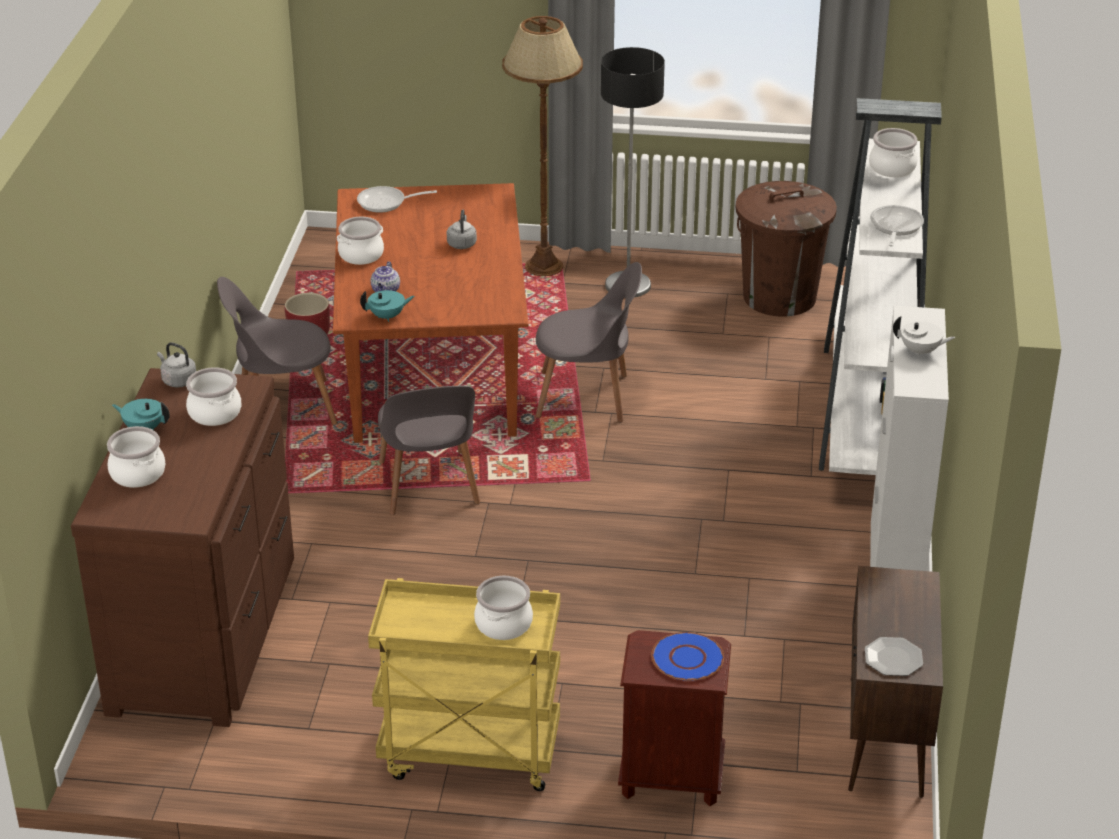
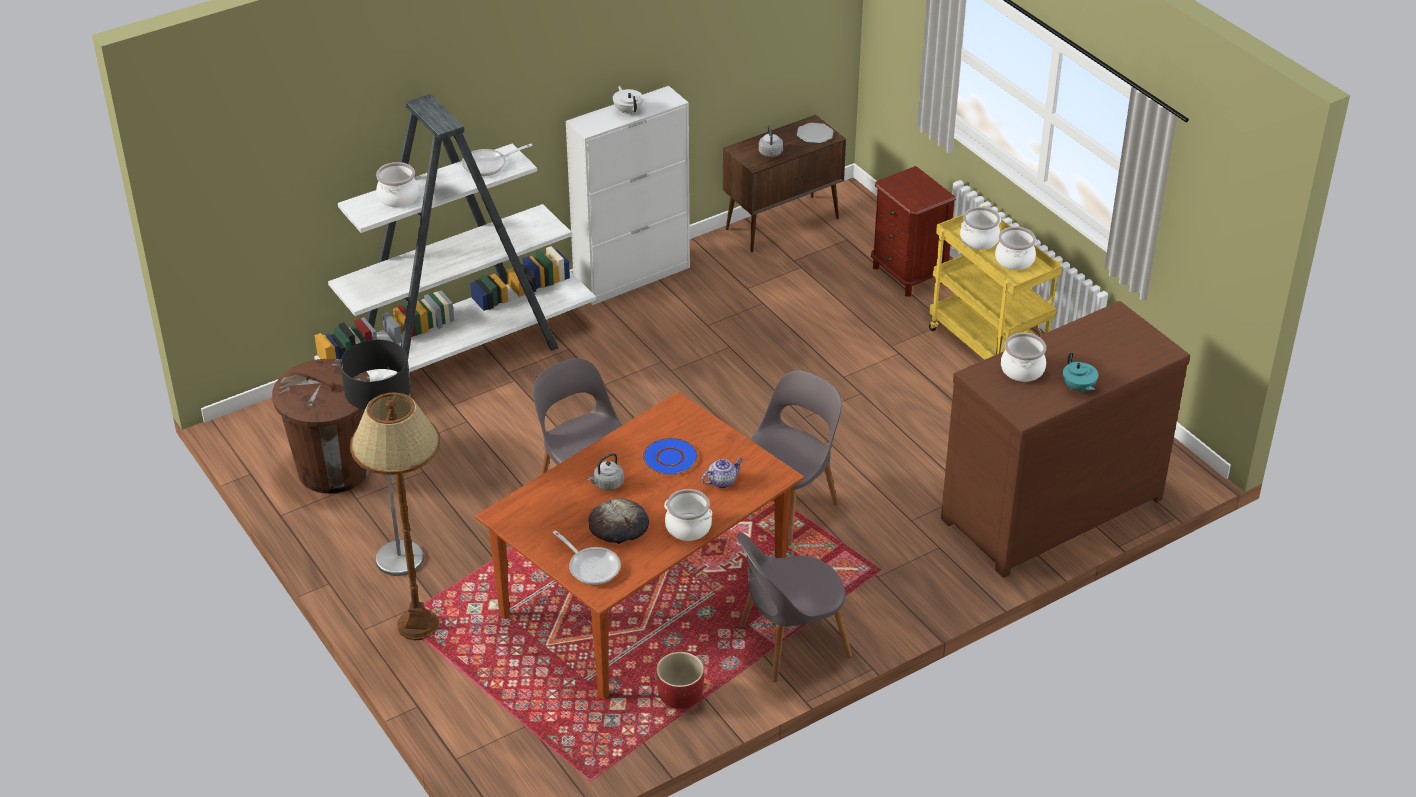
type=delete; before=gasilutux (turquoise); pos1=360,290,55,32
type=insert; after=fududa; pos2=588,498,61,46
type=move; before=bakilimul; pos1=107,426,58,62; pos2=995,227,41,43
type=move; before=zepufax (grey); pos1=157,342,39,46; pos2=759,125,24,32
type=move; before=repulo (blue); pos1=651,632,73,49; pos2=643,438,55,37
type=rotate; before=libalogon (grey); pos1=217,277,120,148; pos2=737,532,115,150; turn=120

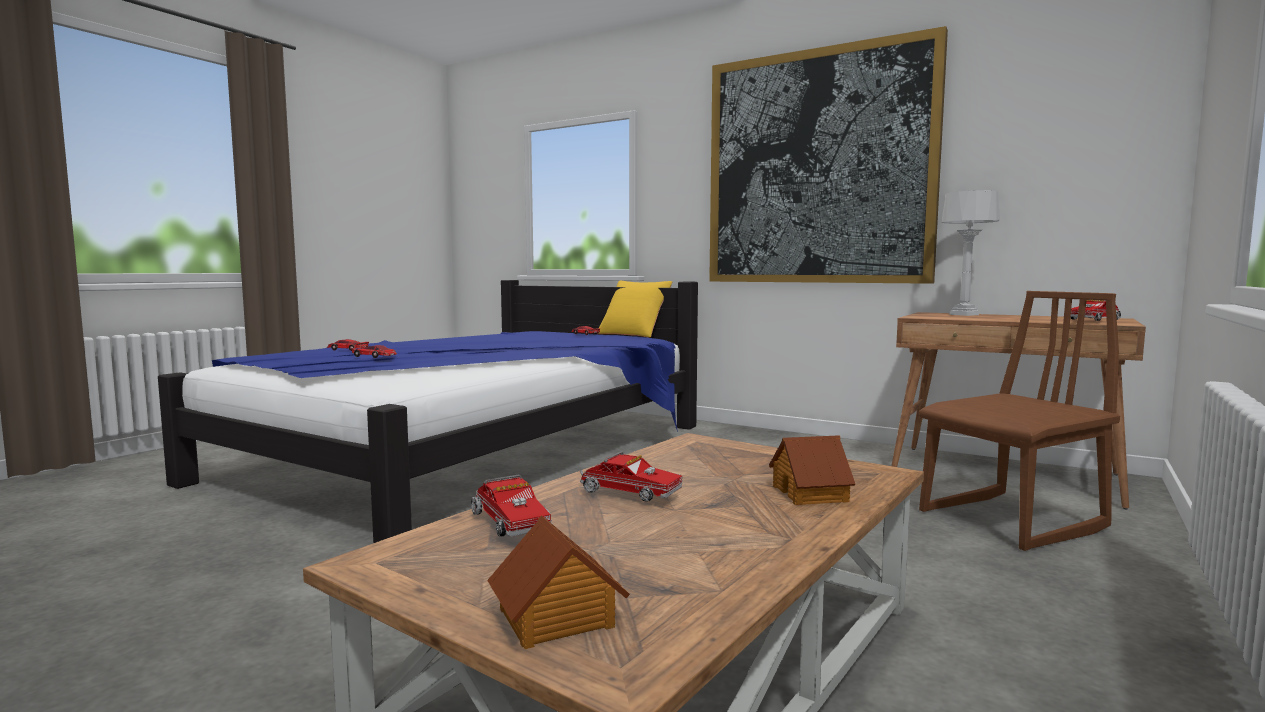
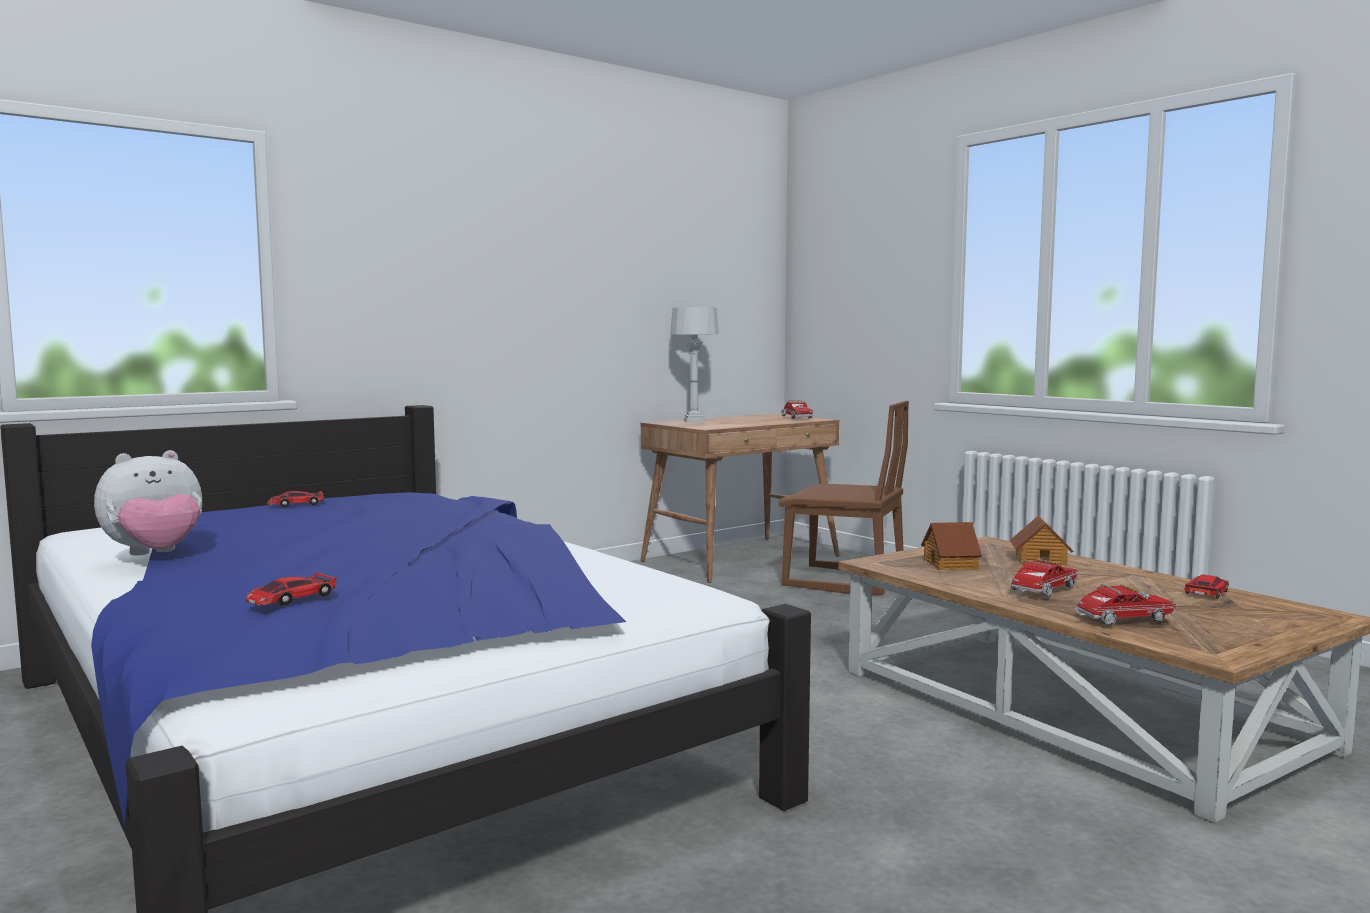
type=delete; before=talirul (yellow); pos1=598,281,74,57
type=delete; before=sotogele; pos1=709,26,239,258
type=insert; after=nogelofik; pos2=94,450,108,106
type=move; before=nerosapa; pos1=351,345,46,13; pos2=1184,574,45,25
type=move; before=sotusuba; pos1=487,515,143,134; pos2=921,522,61,48
type=rotate; before=libalogon (brown); pos1=919,291,201,260; pos2=778,401,131,194; turn=120

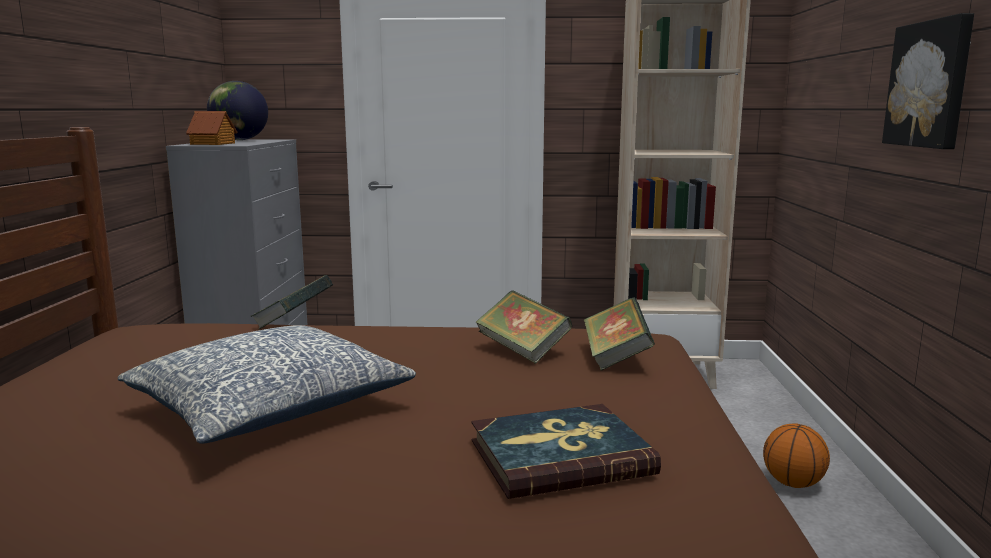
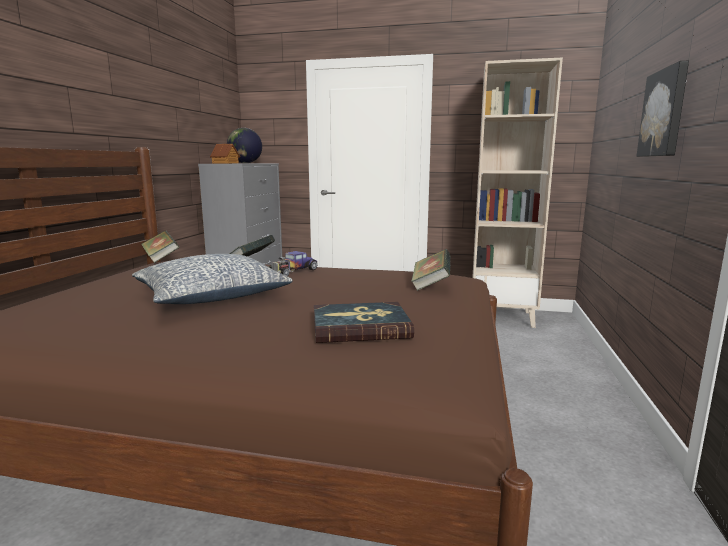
type=delete; before=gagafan; pos1=763,423,67,65
type=insert; after=nerosapa; pos2=269,251,48,25
type=move; before=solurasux; pos1=475,291,97,73; pos2=141,231,38,32

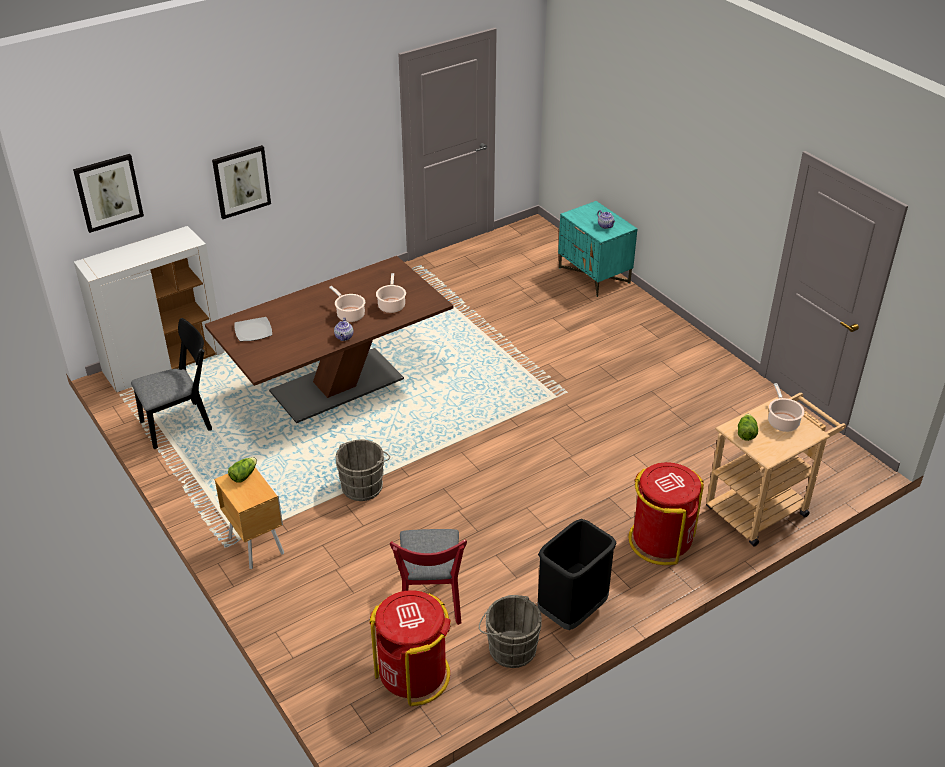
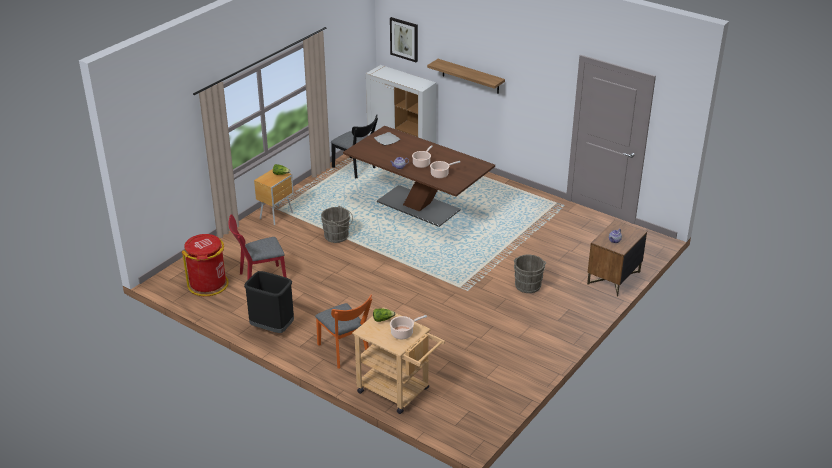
type=move; before=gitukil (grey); pos1=479,595,63,73; pos2=514,255,32,38
type=replace; before=sotogele; after=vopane; pos1=212,145,59,74; pos2=427,59,78,35
type=replace; before=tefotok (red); after=libalogon (orange); pos1=629,462,75,103; pos2=315,294,57,75
type=recolor; before=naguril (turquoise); after=naguril (brown); pos1=558,201,80,96; pos2=587,220,60,76

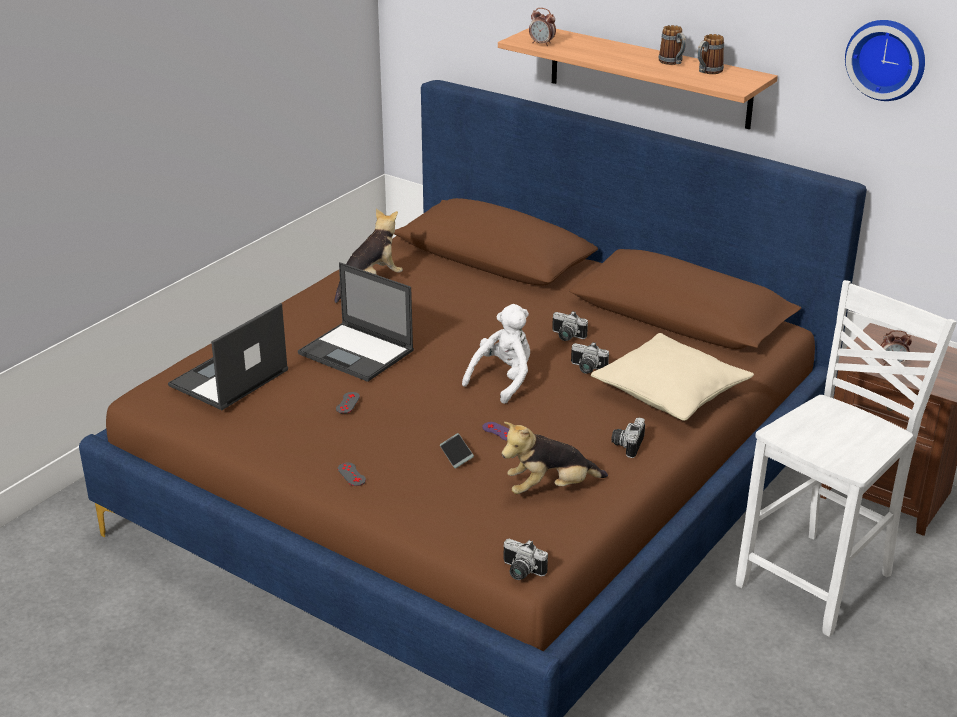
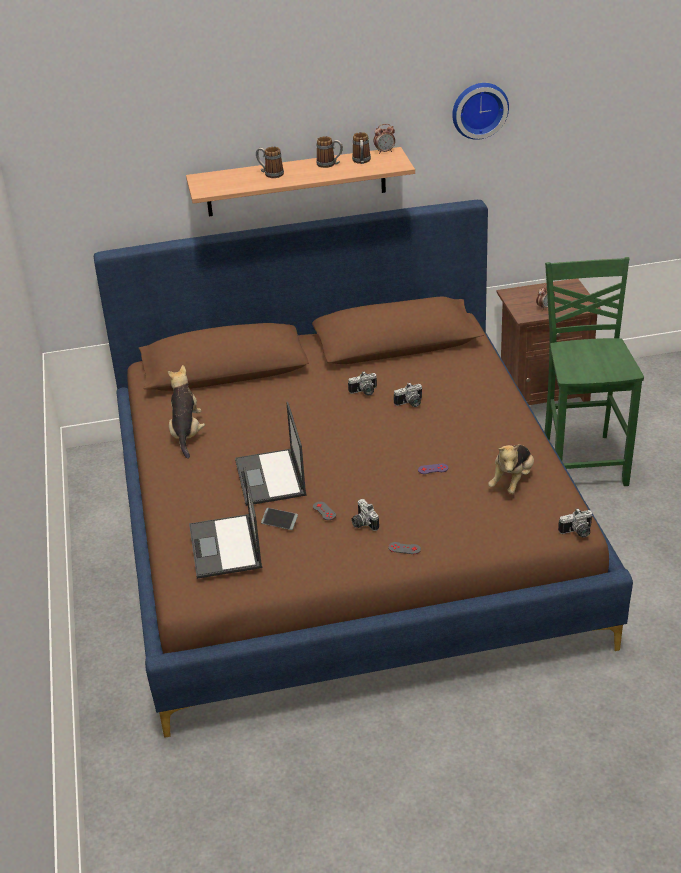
type=delete; before=nogelofik (white); pos1=462,304,68,100
type=delete; before=talirul (beige); pos1=591,333,163,88
type=insert; after=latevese; pos2=256,146,28,32
type=move; before=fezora; pos1=440,433,34,35; pos2=261,508,37,22
type=move; before=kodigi; pos1=529,8,27,38; pos2=374,124,21,30
type=move; before=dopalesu; pos1=611,417,34,41; pos2=351,499,28,32
type=recolor; before=libalogon (white); after=libalogon (green); pos1=736,280,221,357; pos2=545,257,99,229
type=rotate; before=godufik; pos1=298,262,116,120; pos2=235,402,72,104; turn=90

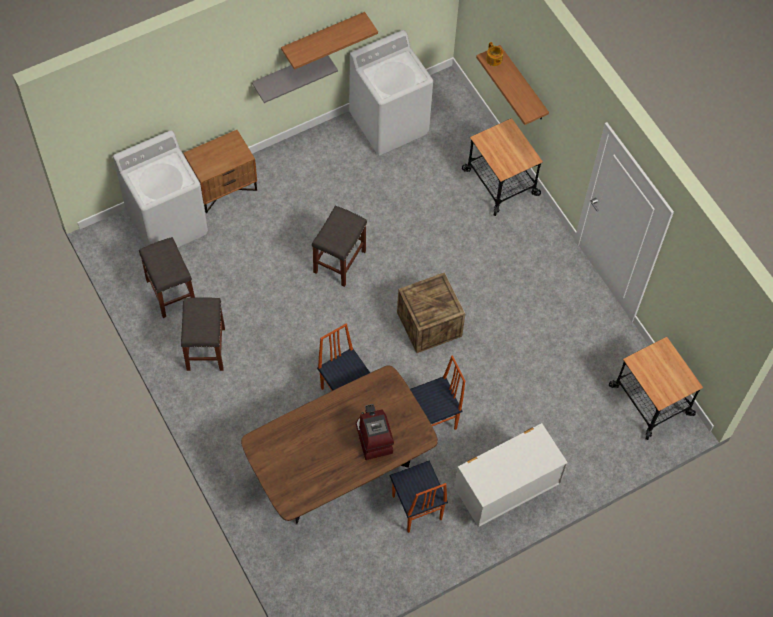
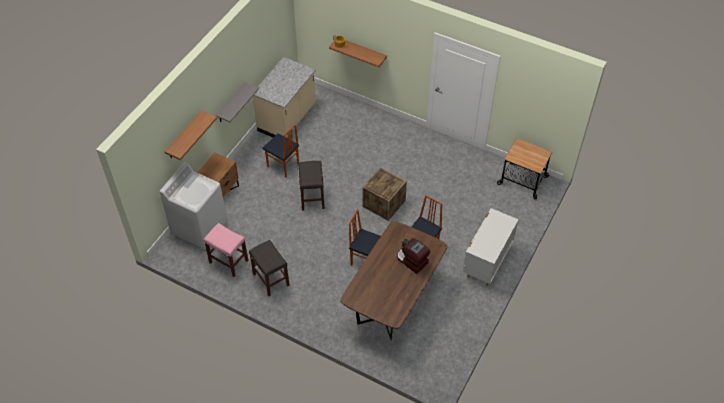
type=delete; before=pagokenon; pos1=462,118,81,98
type=move; before=vopane; pos1=281,12,97,58; pos2=164,110,53,50
type=move; before=libalogon; pos1=390,461,58,72; pos2=262,124,37,53
type=replace; before=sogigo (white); after=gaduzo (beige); pos1=349,30,84,125; pos2=252,57,64,81
type=recolor; before=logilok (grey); after=logilok (pink); pos1=139,237,56,81; pos2=204,223,45,54

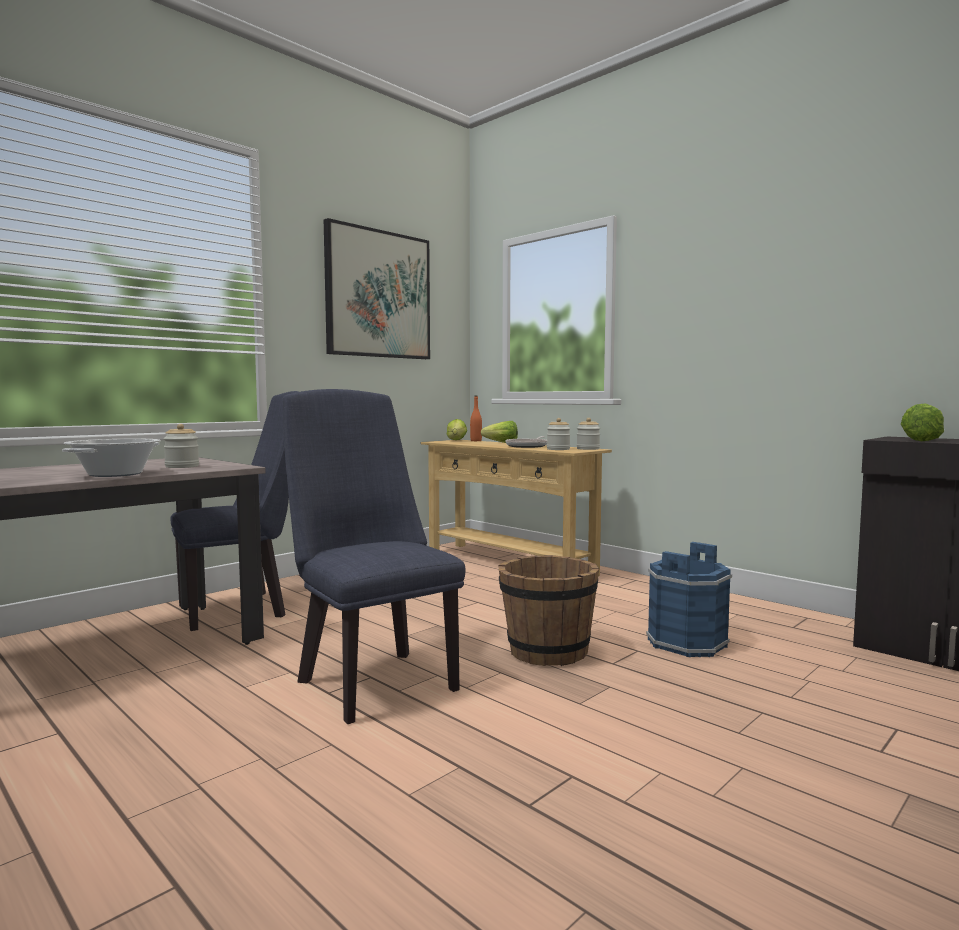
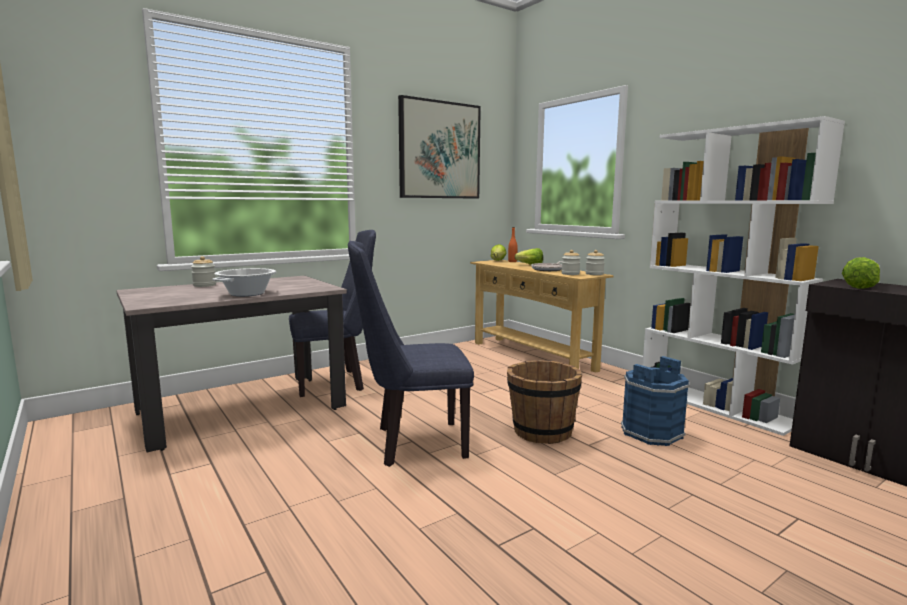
type=insert; after=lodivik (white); pos2=643,116,202,320
type=move; before=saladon; pos1=163,424,36,44; pos2=191,256,25,31
type=rotate; before=libalogon (blue); pos1=282,389,183,335; pos2=348,241,126,226; turn=-75

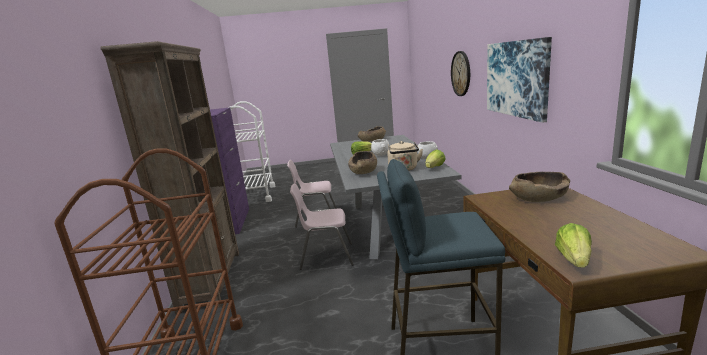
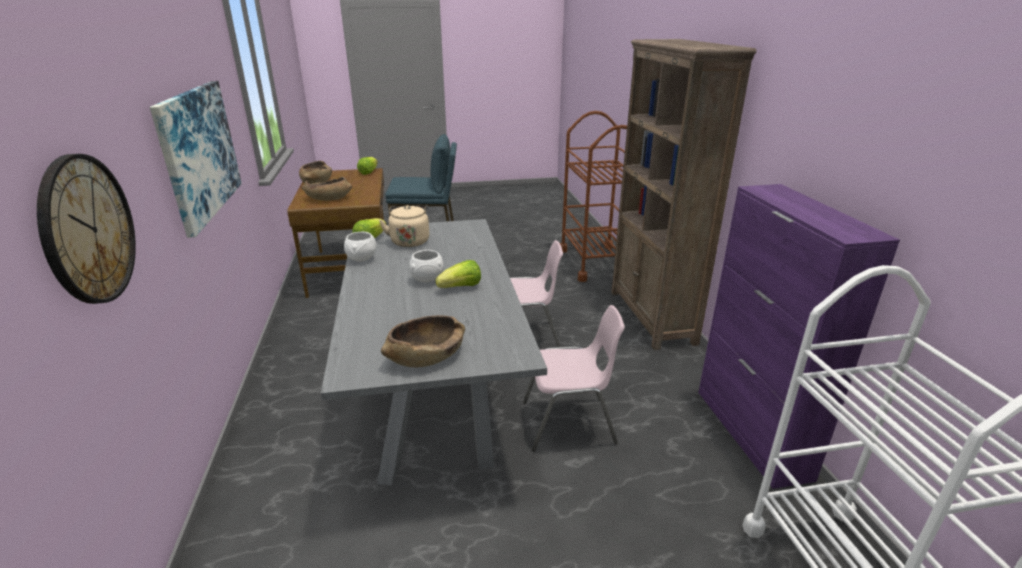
type=move; before=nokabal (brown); pos1=348,151,29,23; pos2=299,161,33,23

